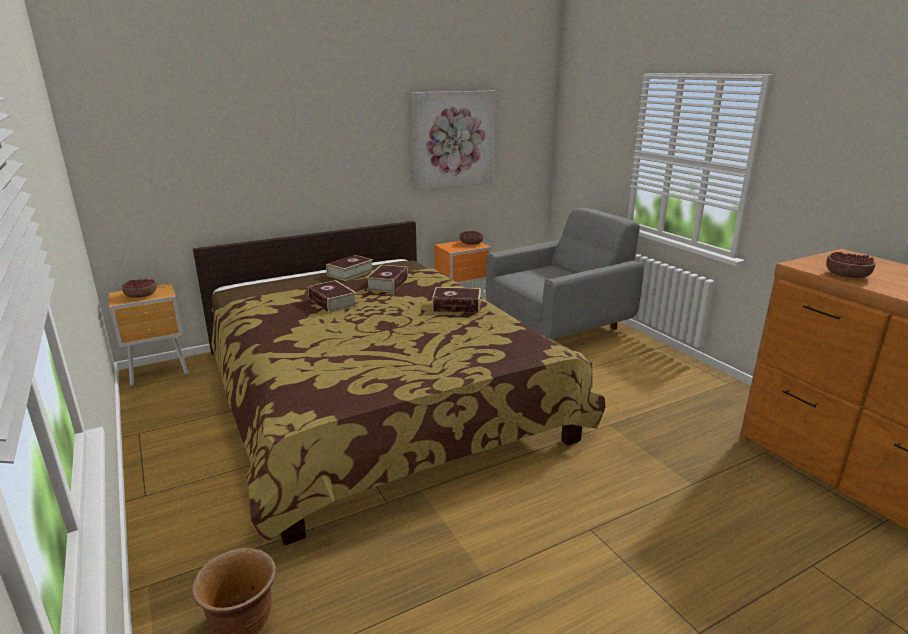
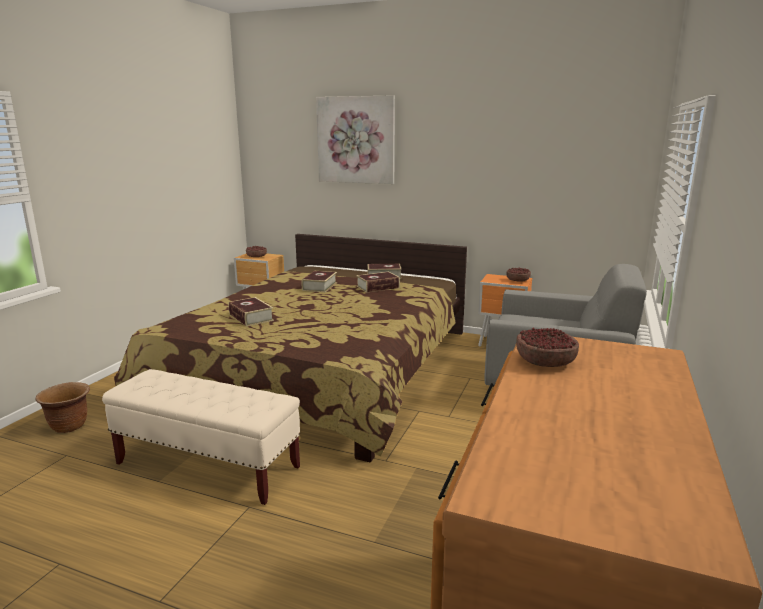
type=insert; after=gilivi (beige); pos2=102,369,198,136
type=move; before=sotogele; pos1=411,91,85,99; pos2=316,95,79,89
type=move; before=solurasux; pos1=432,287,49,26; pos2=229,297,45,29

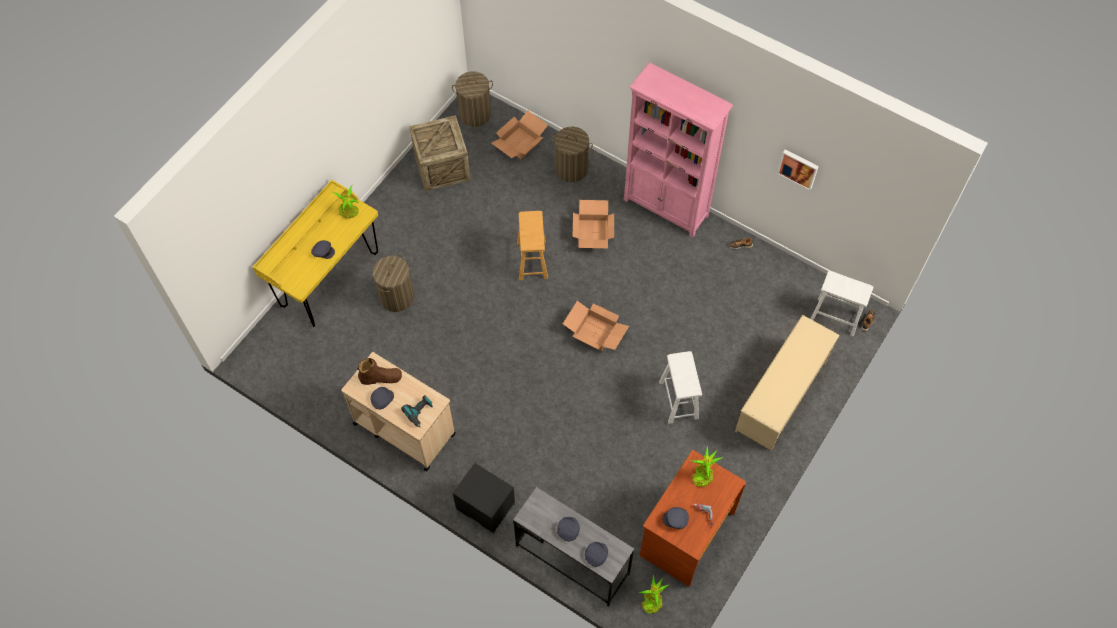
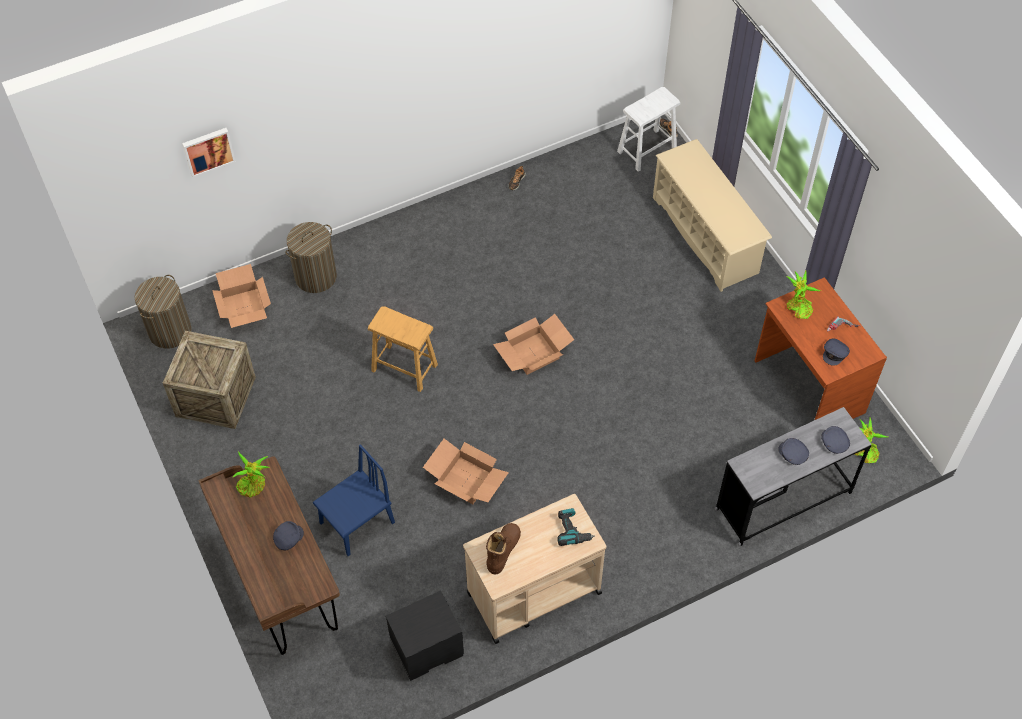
type=delete; before=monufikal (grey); pos1=370,387,24,23
type=delete; before=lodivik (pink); pos1=623,63,110,175
type=delete; before=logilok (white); pos1=659,351,43,73
type=move; before=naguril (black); pos1=453,463,62,70; pos2=385,590,79,91
type=move; before=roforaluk; pos1=573,200,41,48; pos2=423,439,86,65
type=move; before=sotogele; pos1=777,149,42,42; pos2=182,128,54,49
type=replace; before=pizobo; after=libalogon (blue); pos1=372,254,42,58; pos2=313,444,82,112
type=recolor; before=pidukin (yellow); after=pidukin (brown); pos1=253,180,125,147; pos2=198,456,142,199

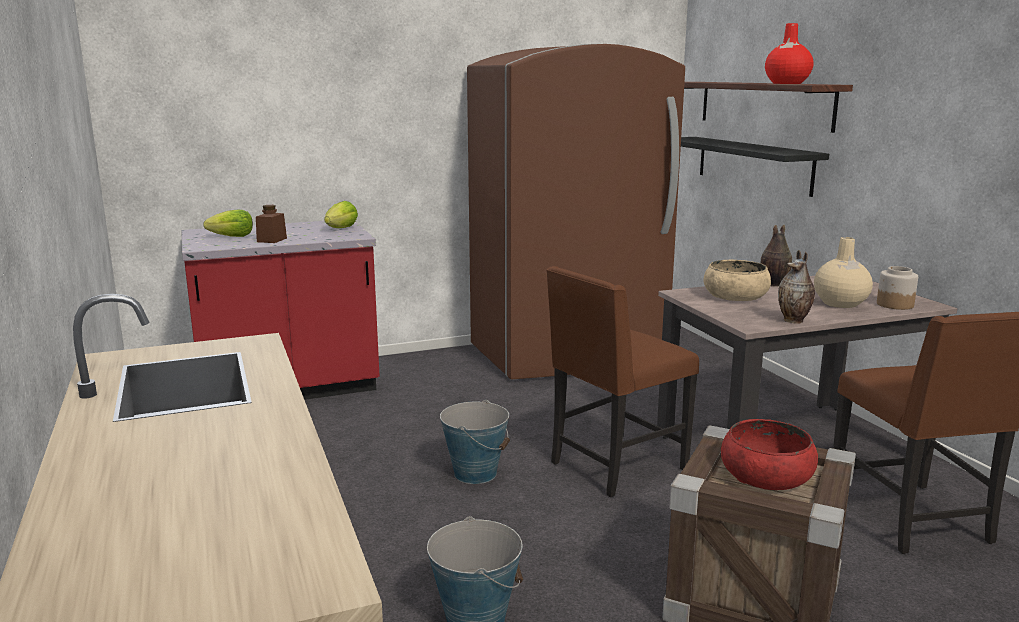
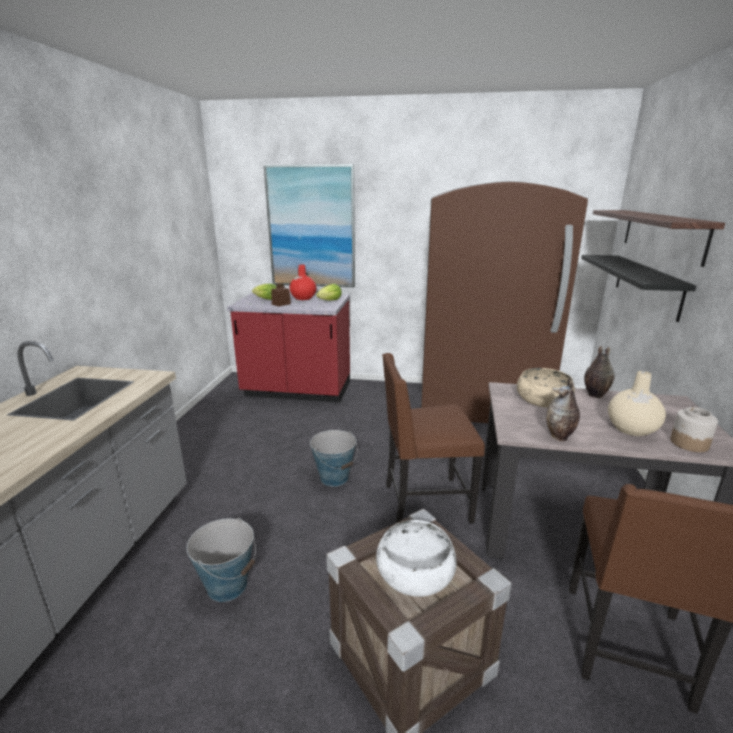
type=insert; after=sotogele; pos2=264,164,91,123
type=move; before=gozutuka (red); pos1=765,23,49,61; pos2=290,265,27,35
type=recolor; before=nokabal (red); after=nokabal (white); pos1=721,419,97,71; pos2=376,520,81,77

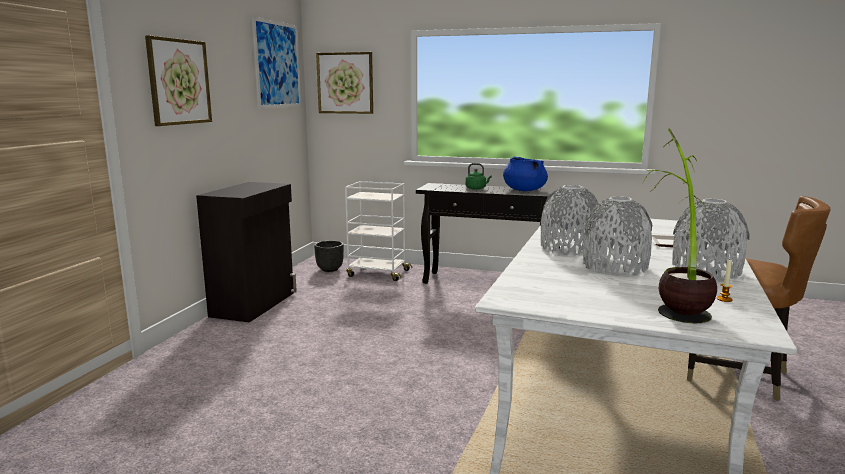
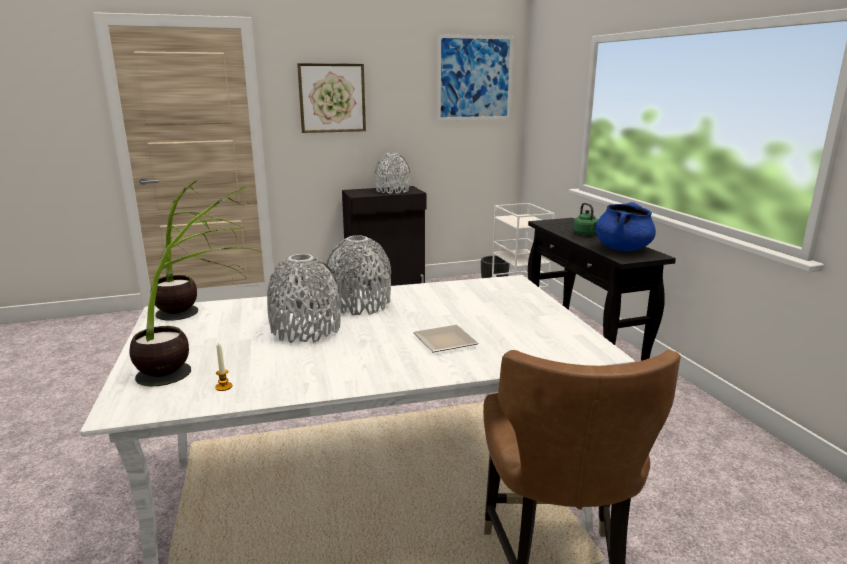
type=delete; before=sotogele; pos1=316,52,57,62
type=insert; after=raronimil; pos2=150,179,71,141
type=move; before=gozutuka (grey); pos1=672,199,78,80; pos2=375,153,35,41

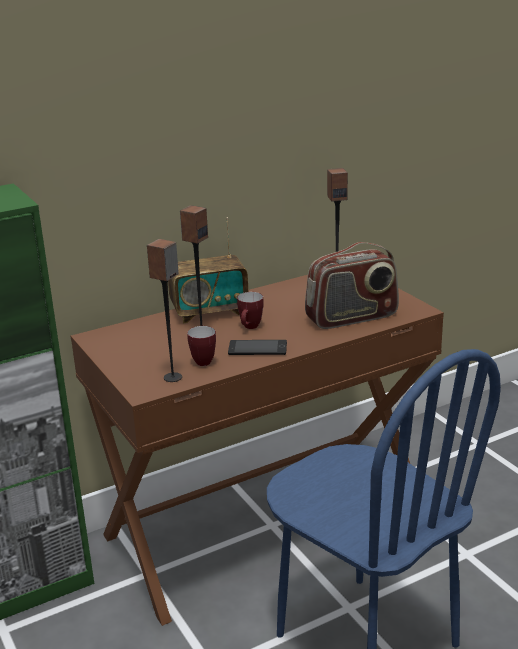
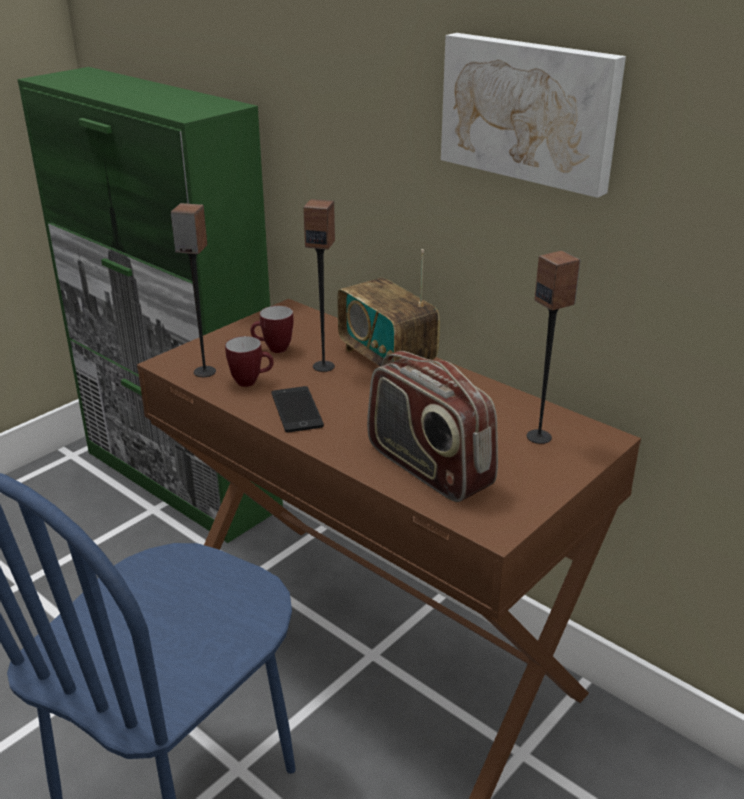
type=insert; after=sotogele; pos2=441,33,185,165
type=move; before=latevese; pos1=237,292,27,37; pos2=250,306,44,47

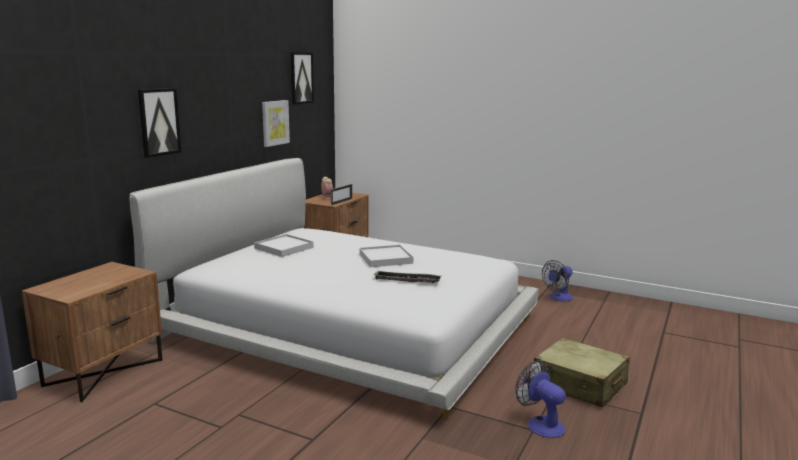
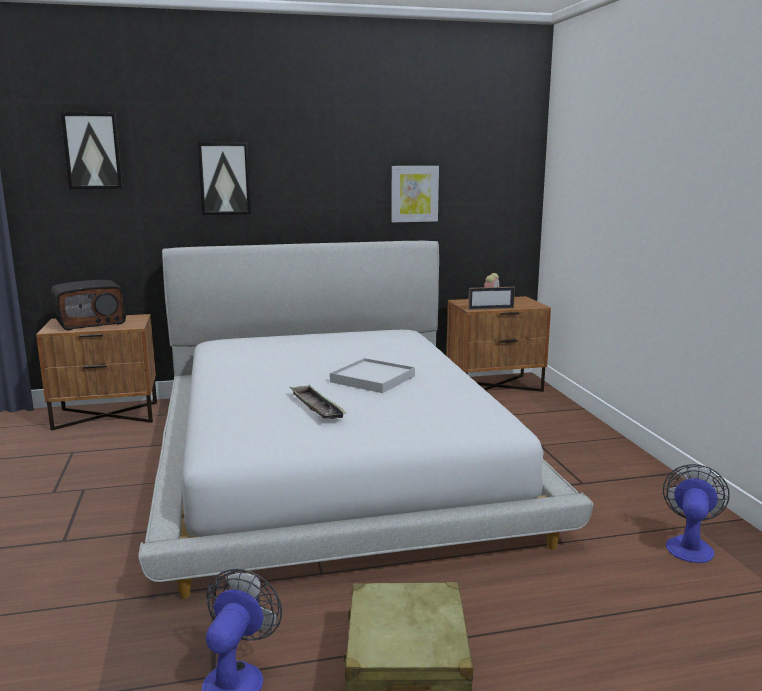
type=delete; before=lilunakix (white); pos1=254,234,60,23
type=insert; after=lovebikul; pos2=51,280,75,50
type=move; before=sotogele; pos1=290,52,24,53; pos2=60,112,63,77
type=rotate; before=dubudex; pos1=542,260,31,41; pos2=663,464,67,99; turn=105

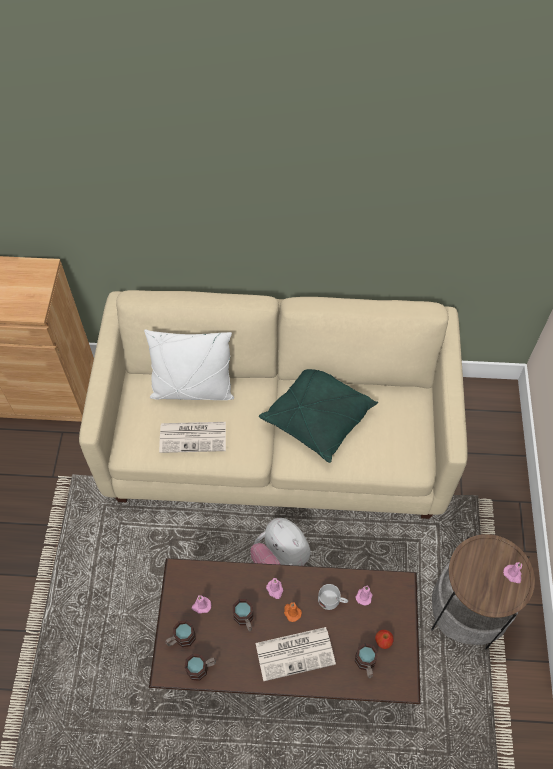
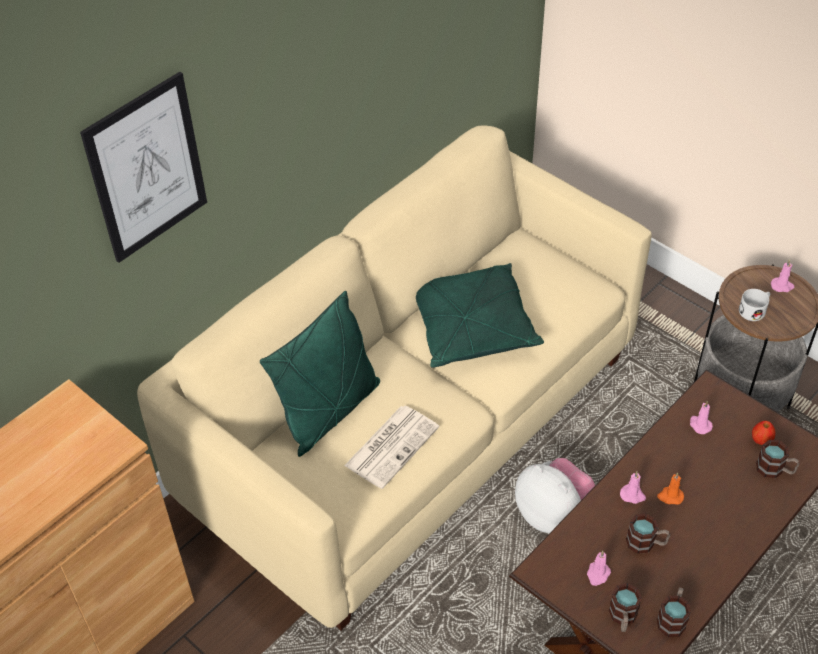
type=delete; before=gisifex; pos1=255,627,81,54
type=insert; after=sotogele; pos2=80,72,127,191
type=move; before=latevese (white); pos1=318,584,30,26; pos2=739,289,31,32
type=recolor; before=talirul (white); after=talirul (green); pos1=144,329,90,71; pos2=260,291,120,166
type=rotate; before=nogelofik; pos1=250,518,60,48; pos2=515,458,80,75; turn=-135

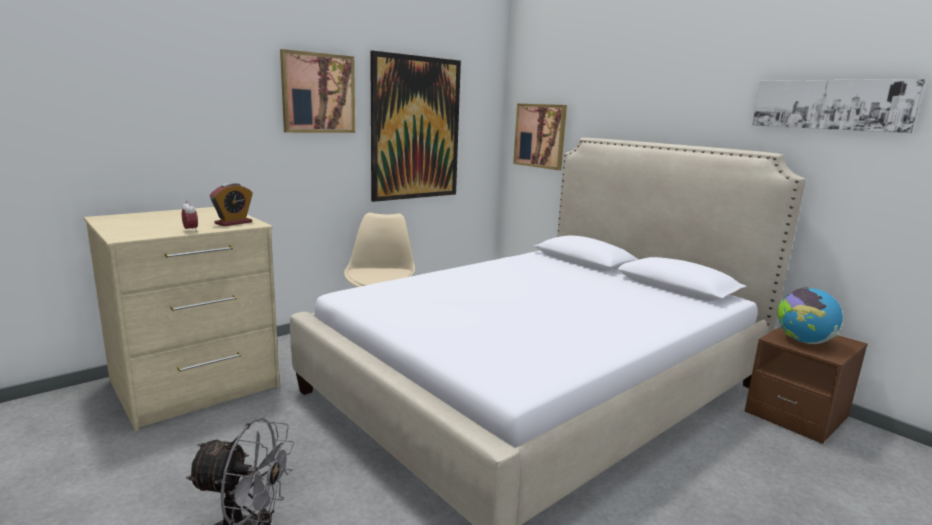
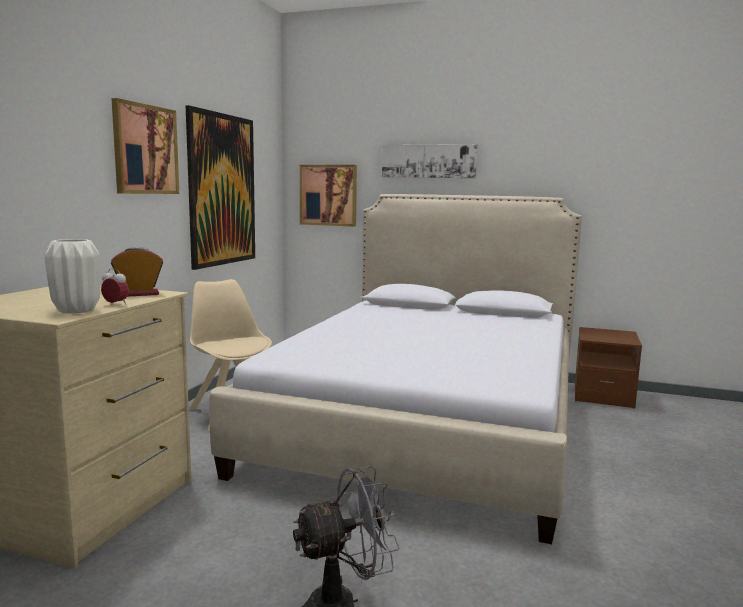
type=delete; before=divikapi; pos1=777,287,66,57
type=insert; after=gozutuka (white); pos2=44,239,56,75
type=move; before=sotogele; pos1=752,79,173,54; pos2=382,144,96,34
type=rotate; before=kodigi; pos1=210,183,43,43; pos2=111,247,52,50; turn=-120

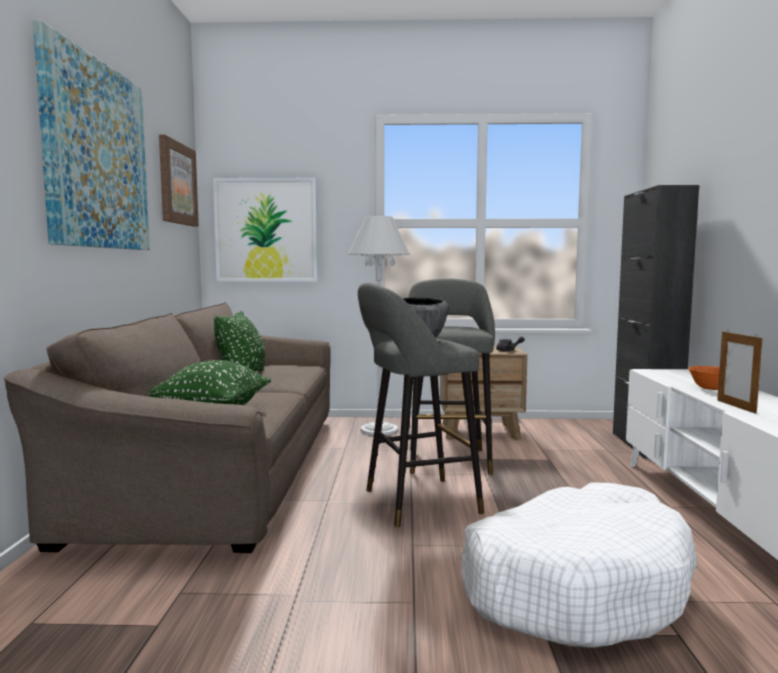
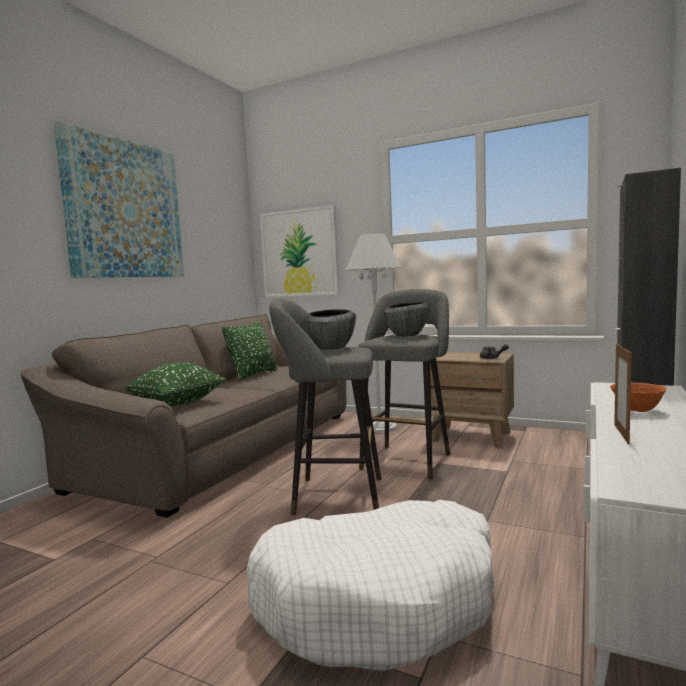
type=delete; before=sotogele; pos1=159,135,40,91
type=insert; after=nokabal; pos2=384,302,46,34

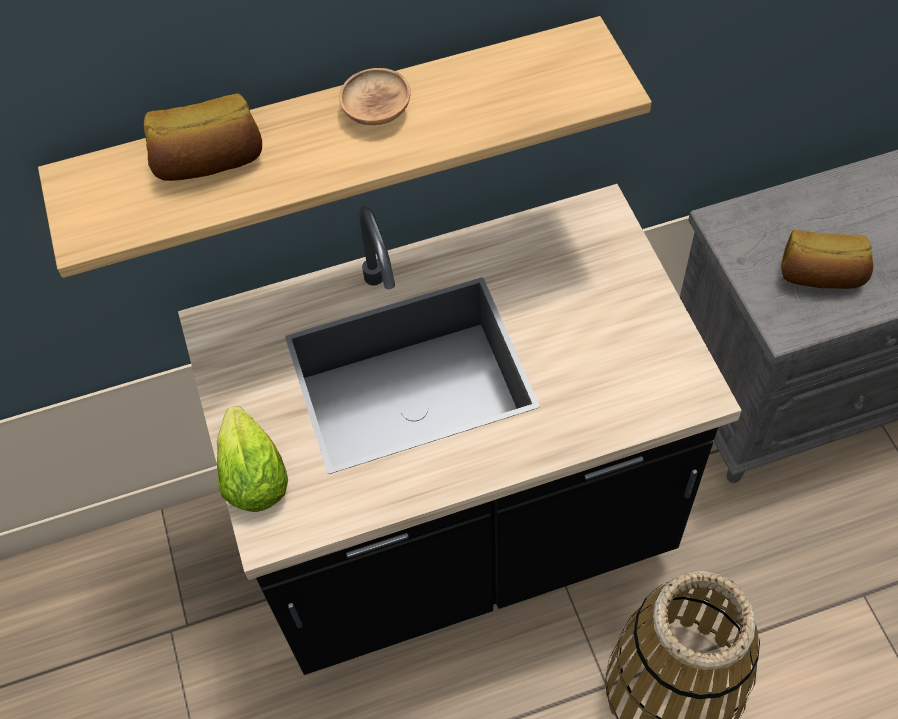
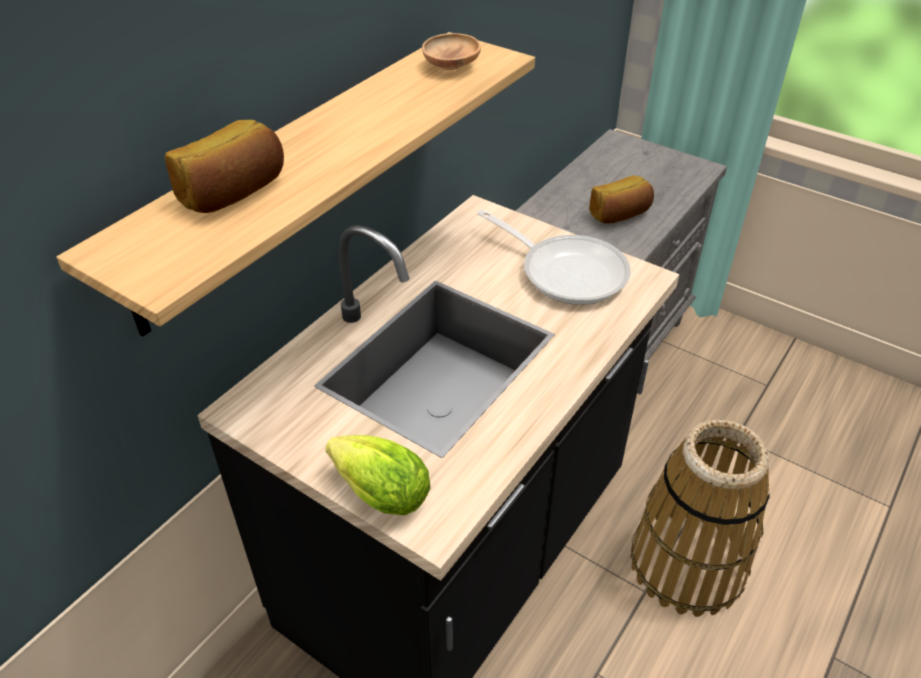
type=insert; after=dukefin; pos2=477,210,154,95
type=move; before=nokabal (brown); pos1=339,68,72,57; pos2=422,33,59,37

